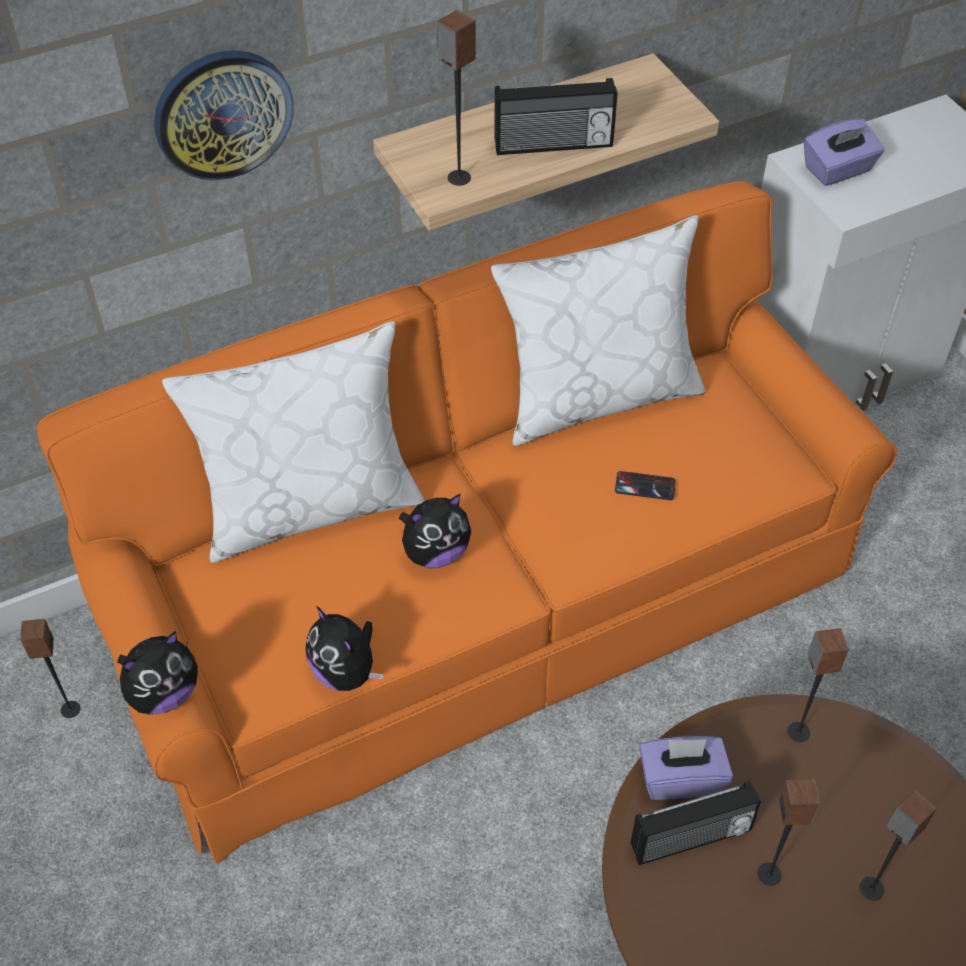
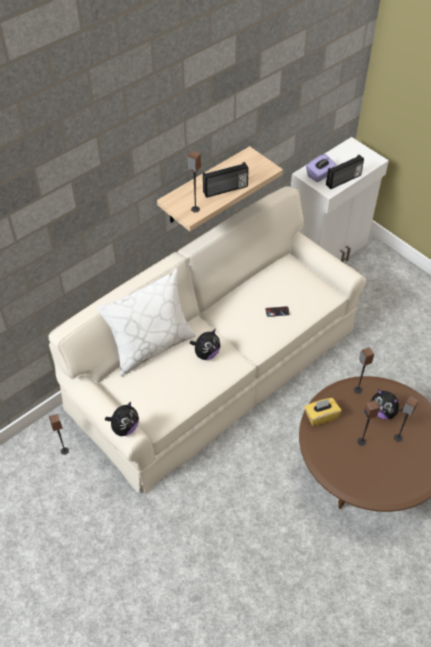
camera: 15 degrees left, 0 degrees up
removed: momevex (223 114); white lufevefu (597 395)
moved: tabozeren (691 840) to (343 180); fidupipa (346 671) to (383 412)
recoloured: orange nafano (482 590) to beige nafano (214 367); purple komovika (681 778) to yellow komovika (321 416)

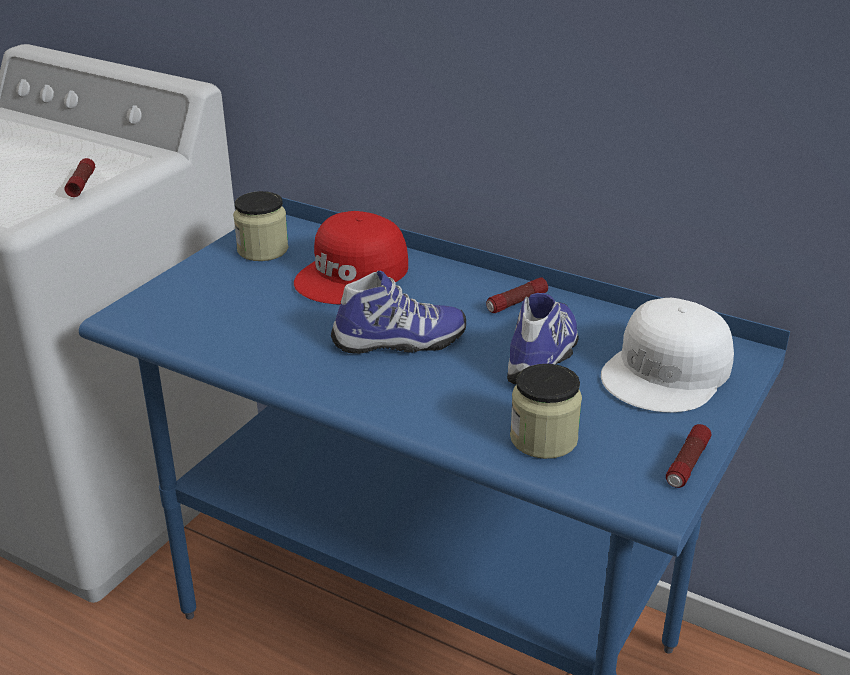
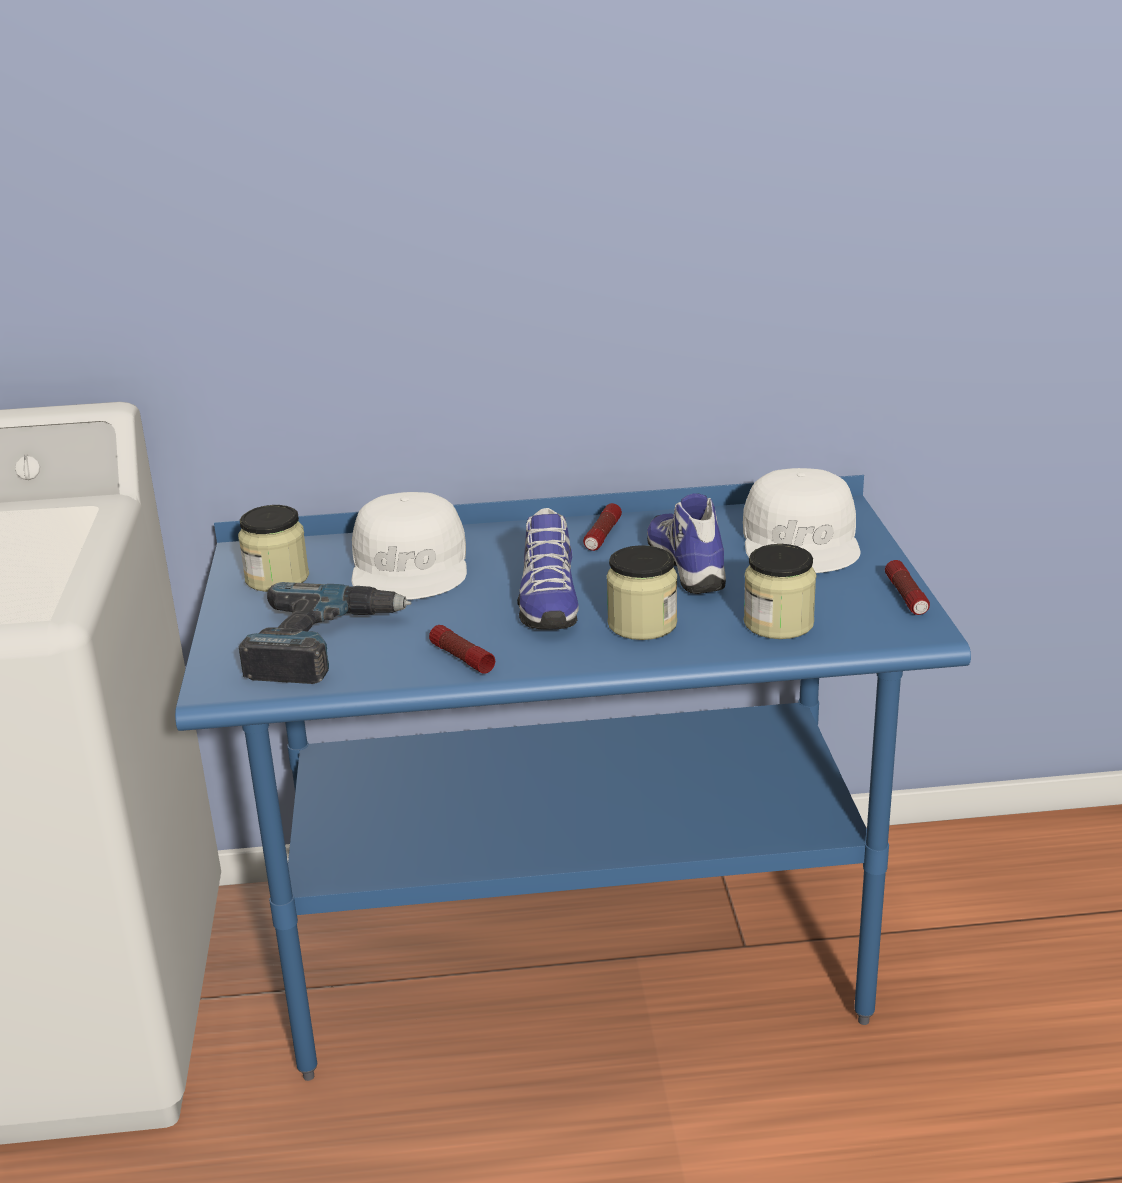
camera: 35 degrees left, 5 degrees down
added: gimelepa (322 644); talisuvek (642 624)
moved: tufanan (81 184) to (461 658)
recoloured: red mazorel (354 275) to white mazorel (412 566)
turned: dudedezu (399 343) = (547 603) 135 degrees clockwise

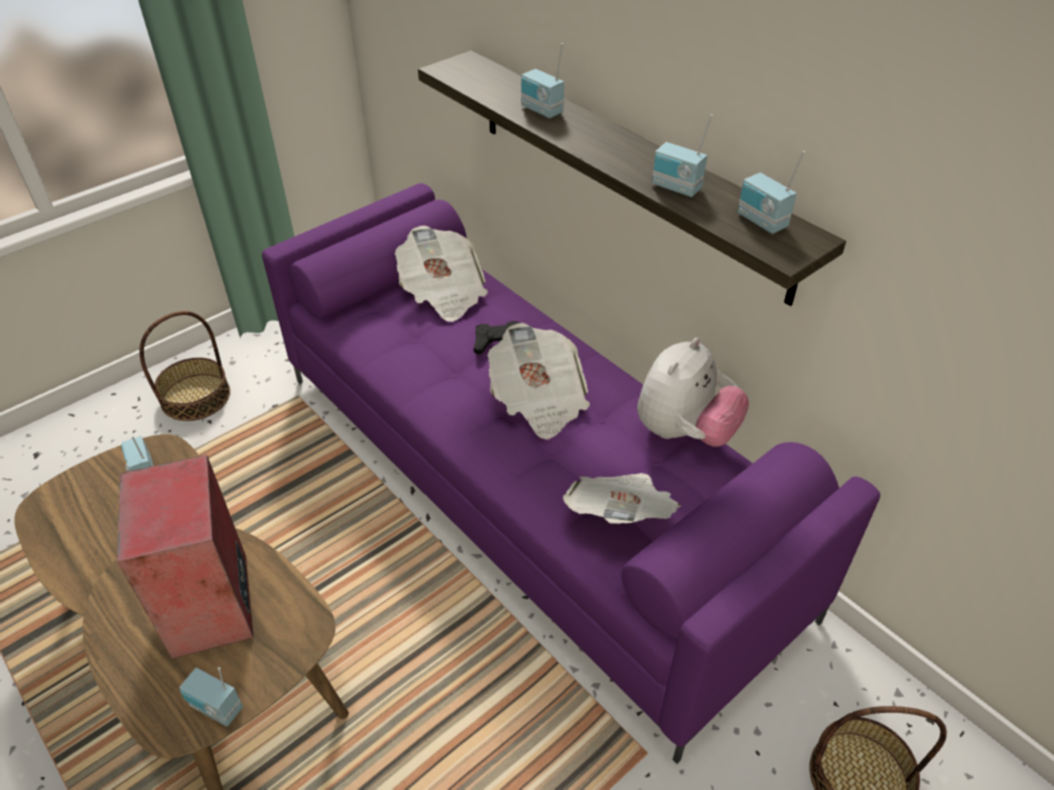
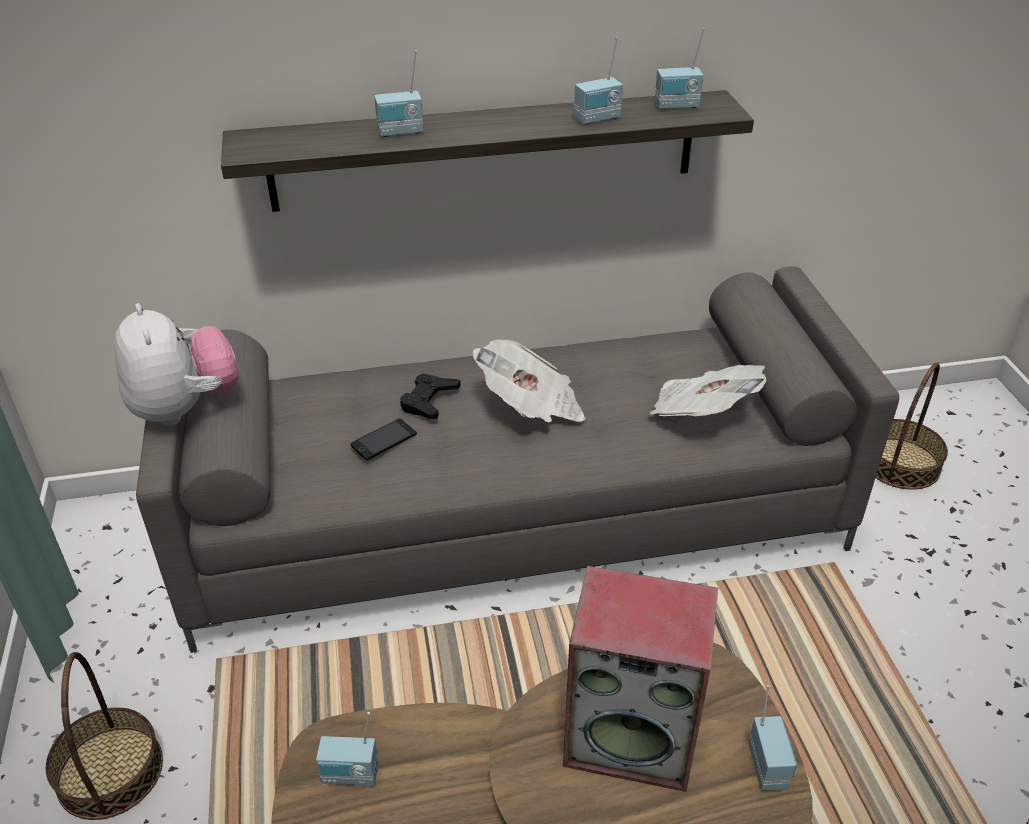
camera: 60 degrees left, 5 degrees down
removed: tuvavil (443 293)
added: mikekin (383 440)
moved: fidupipa (684 432) to (185 408)
recoloured: purple nafano (530 487) to grey nafano (516 518)
turned: tabozeren (215 709) = (769 766) 60 degrees counterclockwise

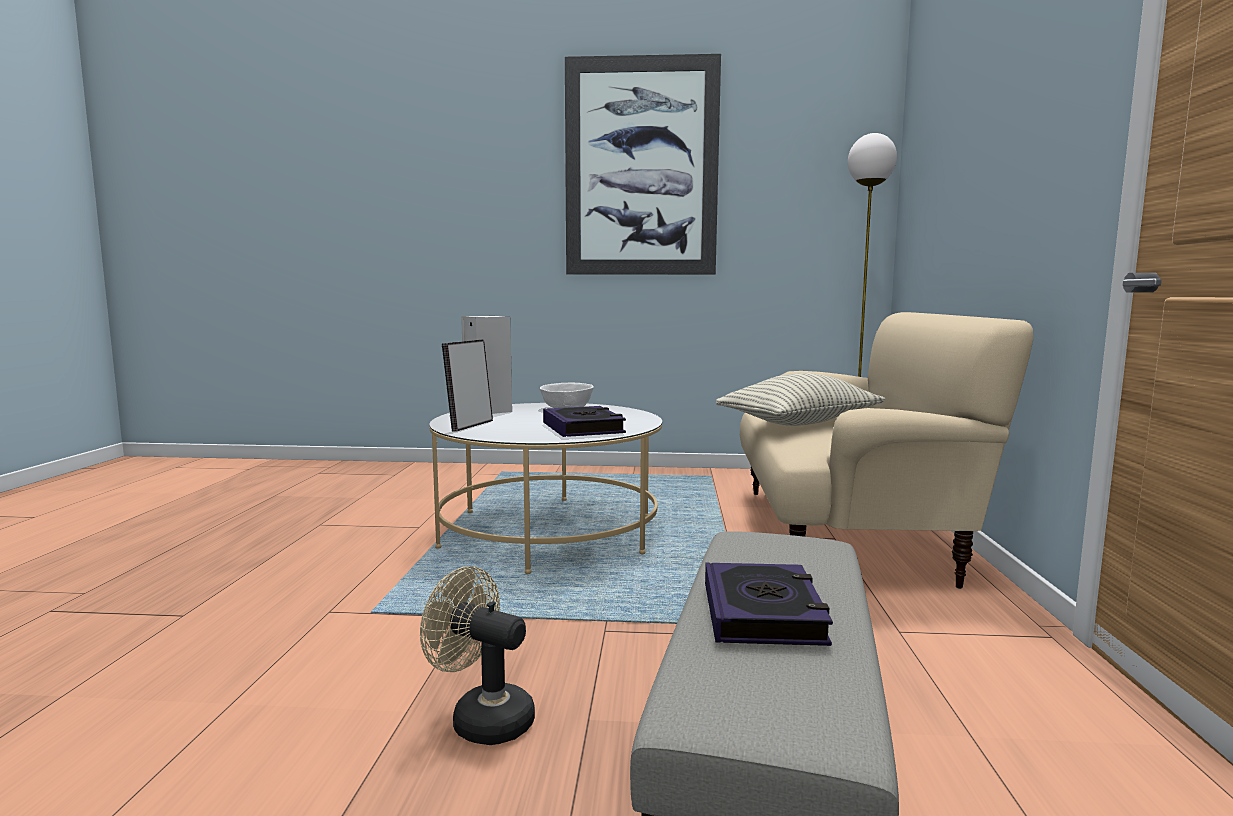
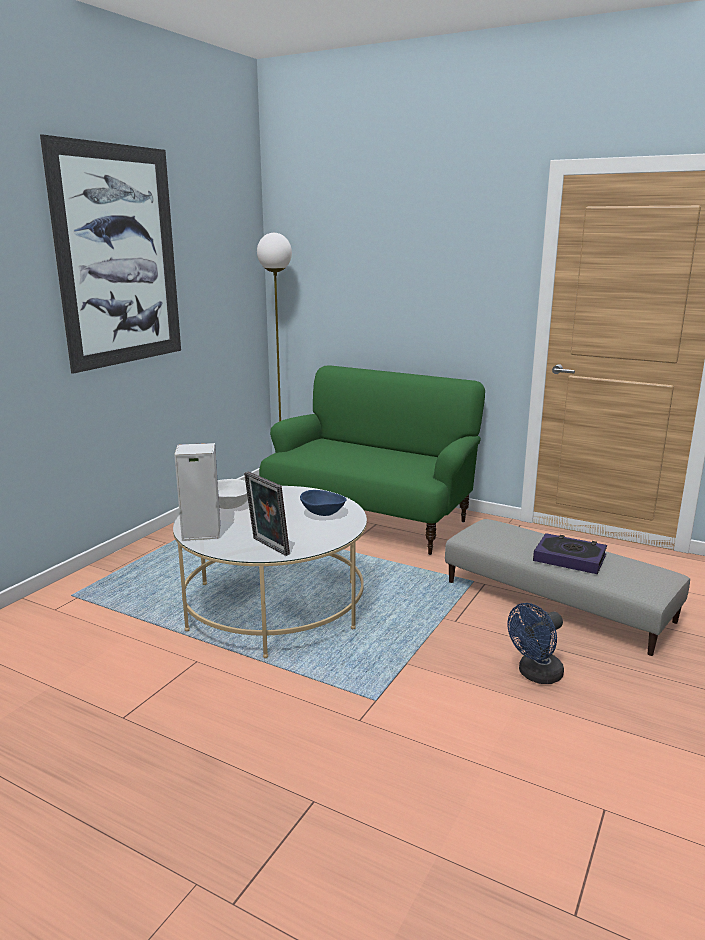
camera: 65 degrees left, 10 degrees up
removed: lufevefu (800 423)
replaced: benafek (583 428) to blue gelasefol (323 514)
recoloured: beige nafano (845 532) to green nafano (370 518); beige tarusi (482 718) to blue tarusi (535 675)

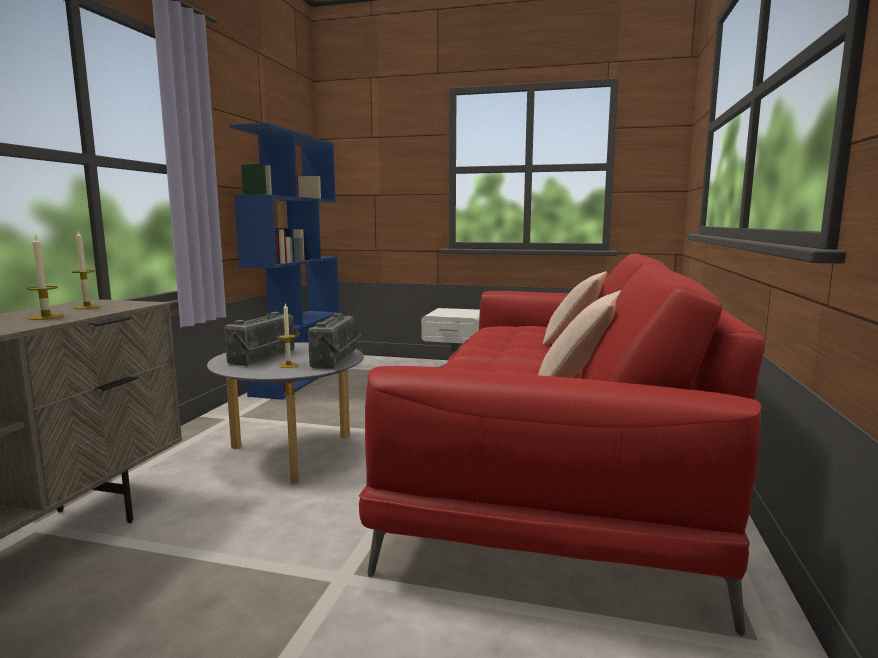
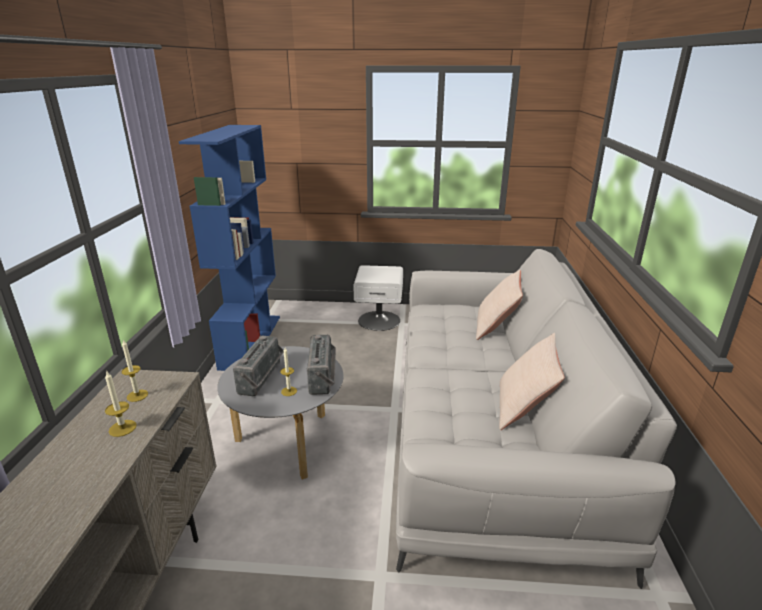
camera: 10 degrees left, 15 degrees up
recoloured: red nafano (556 464) to grey nafano (489 432)

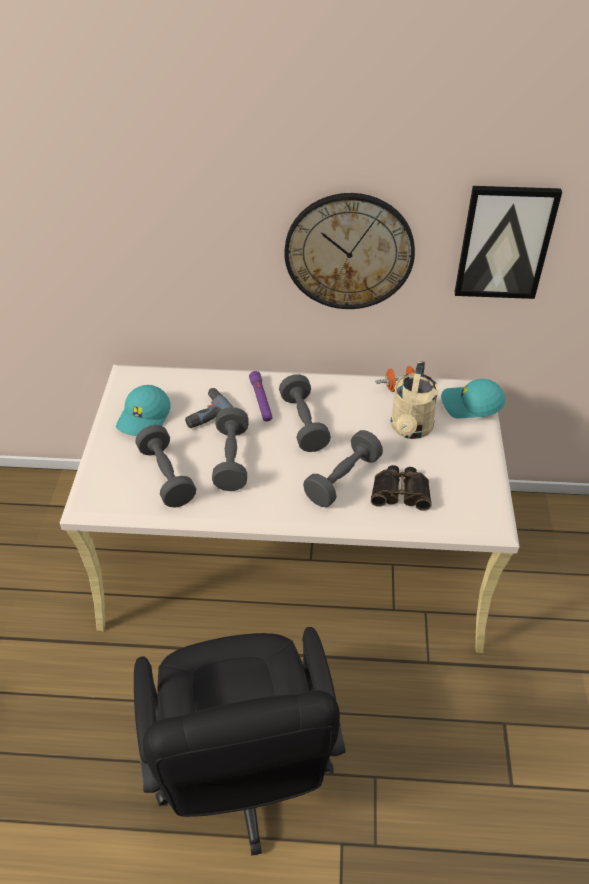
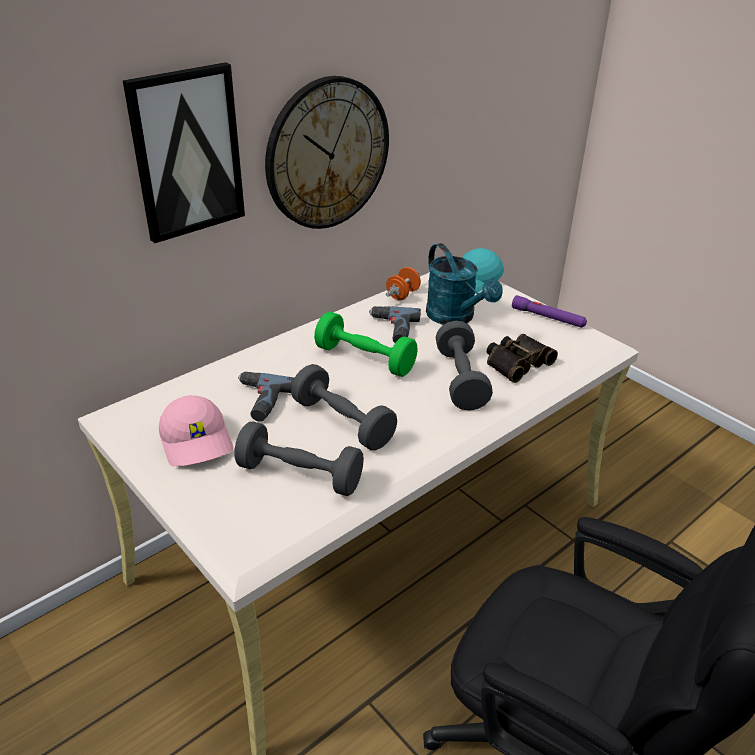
camera: 45 degrees left, 10 degrees down
added: gimelepa (392 330)
moved: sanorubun (504 242) to (187 153); purple tufanan (261 401) to (548 317)
recoloured: turquoise mazorel (145 418) to pink mazorel (197 441); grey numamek (303 423) to green numamek (365 359); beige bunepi (410 429) to turquoise bunepi (456 318)

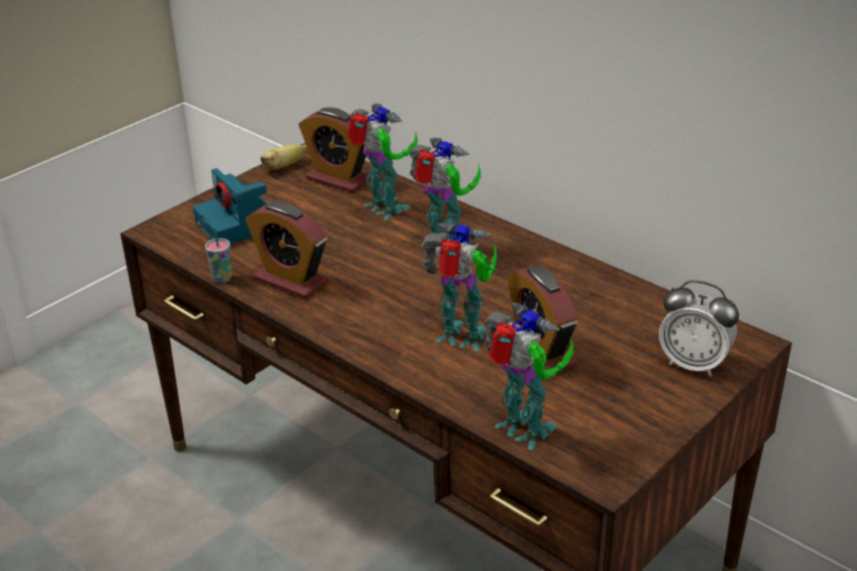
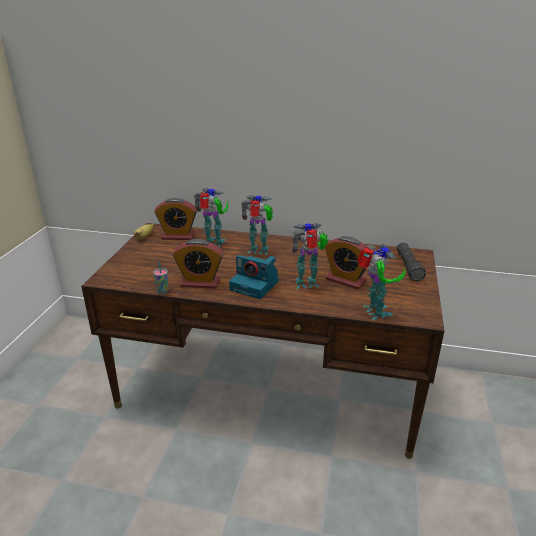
camera: 30 degrees left, 5 degrees down
moved: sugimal (238 225) to (255 285)
replaced: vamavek (693 364) to black tufanan (408 267)
turned: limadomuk (524 432) = (374 312) 60 degrees clockwise

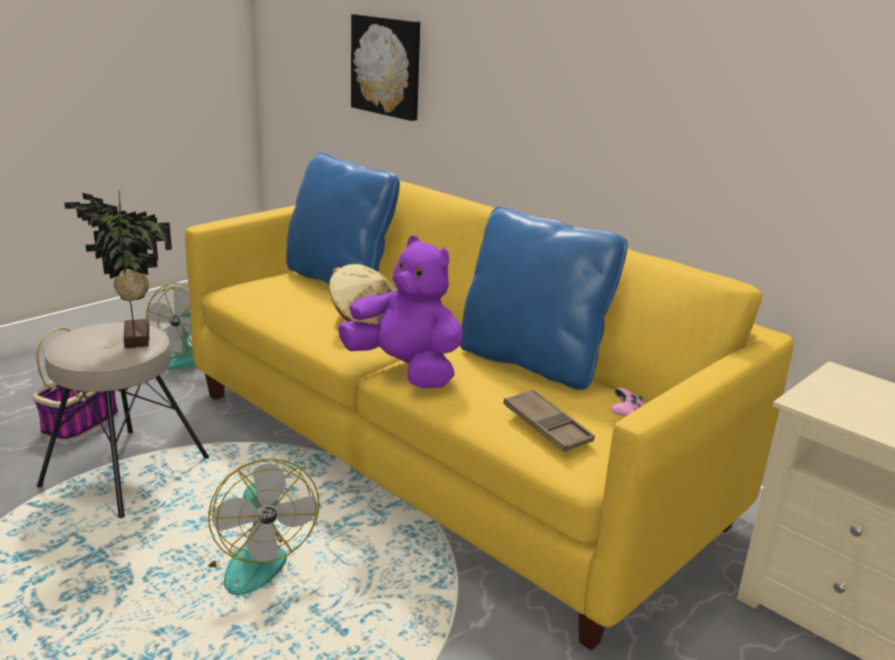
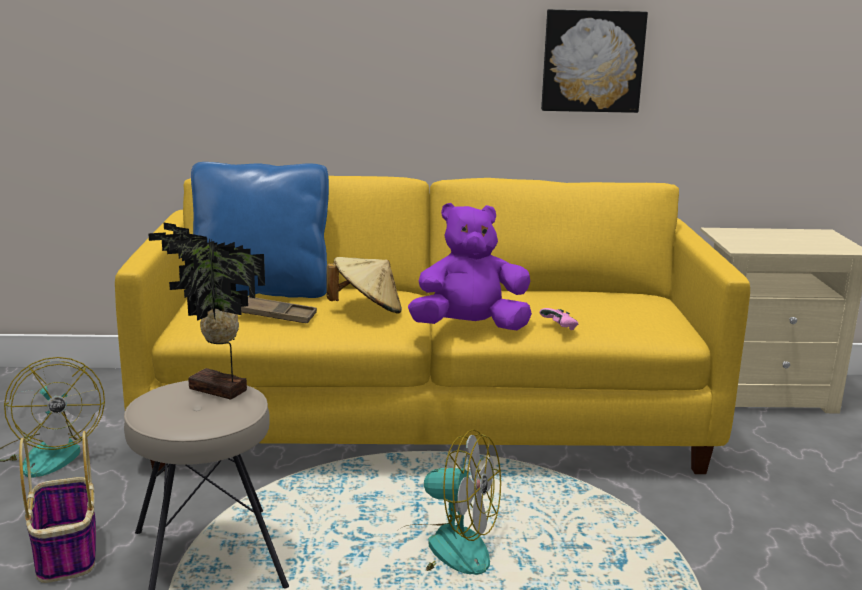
camera: 45 degrees left, 5 degrees down
removed: blue lufevefu (532 362)
moved: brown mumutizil (547 426) to (275 316); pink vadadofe (626 415) to (559 328); sanorubun (387 66) to (592 61)

